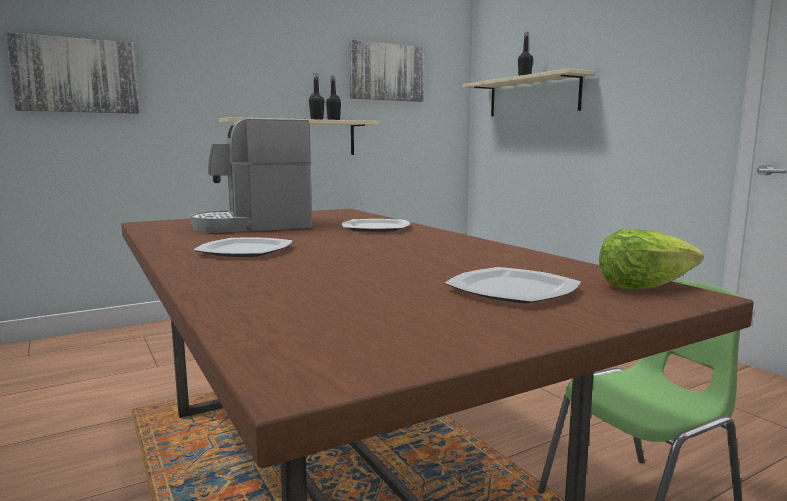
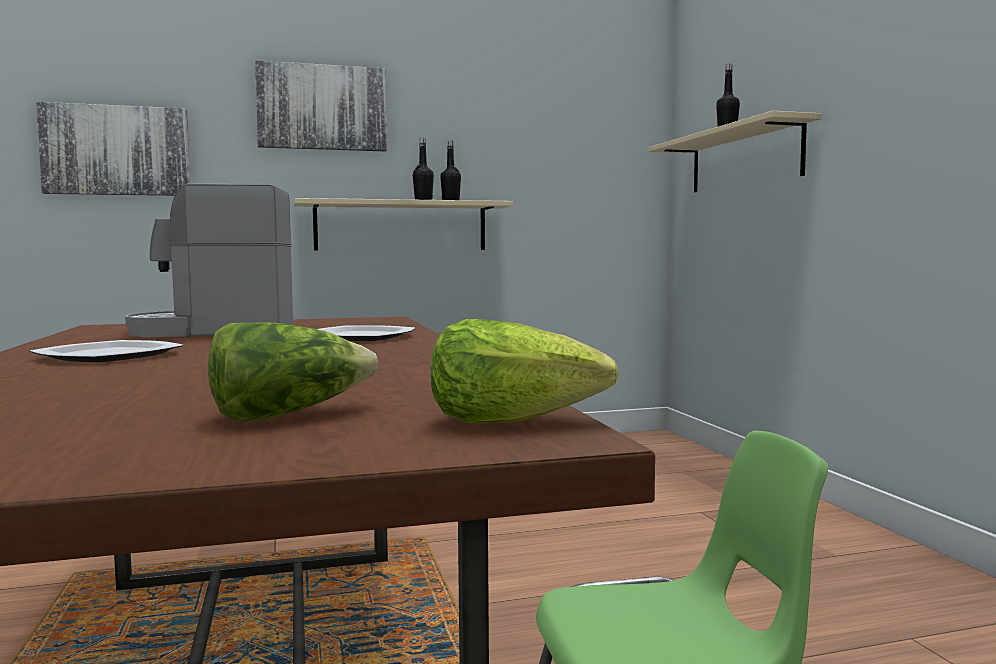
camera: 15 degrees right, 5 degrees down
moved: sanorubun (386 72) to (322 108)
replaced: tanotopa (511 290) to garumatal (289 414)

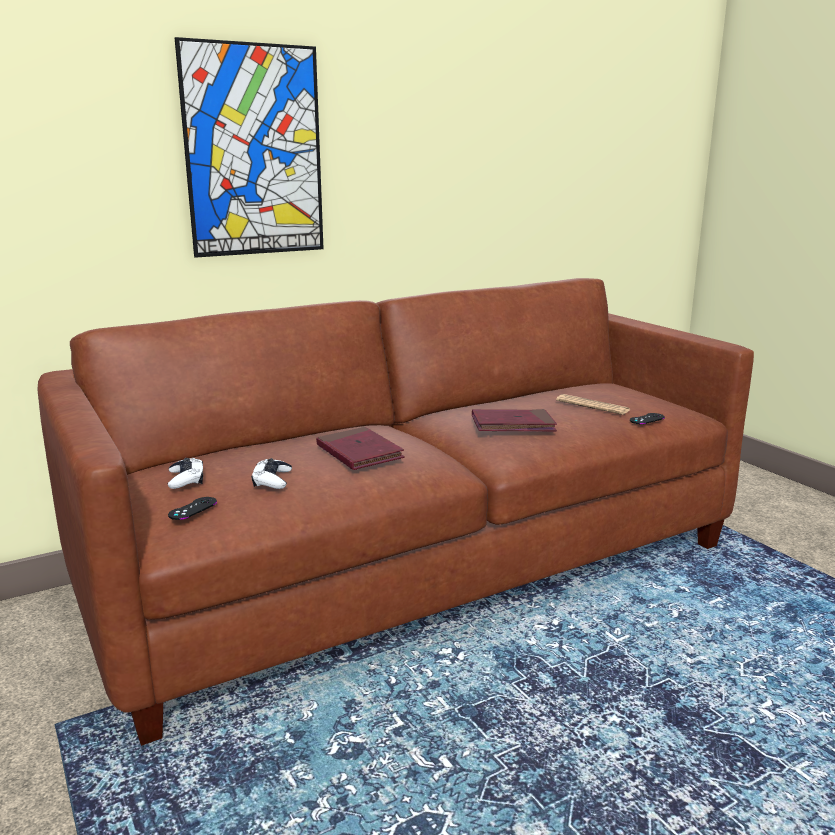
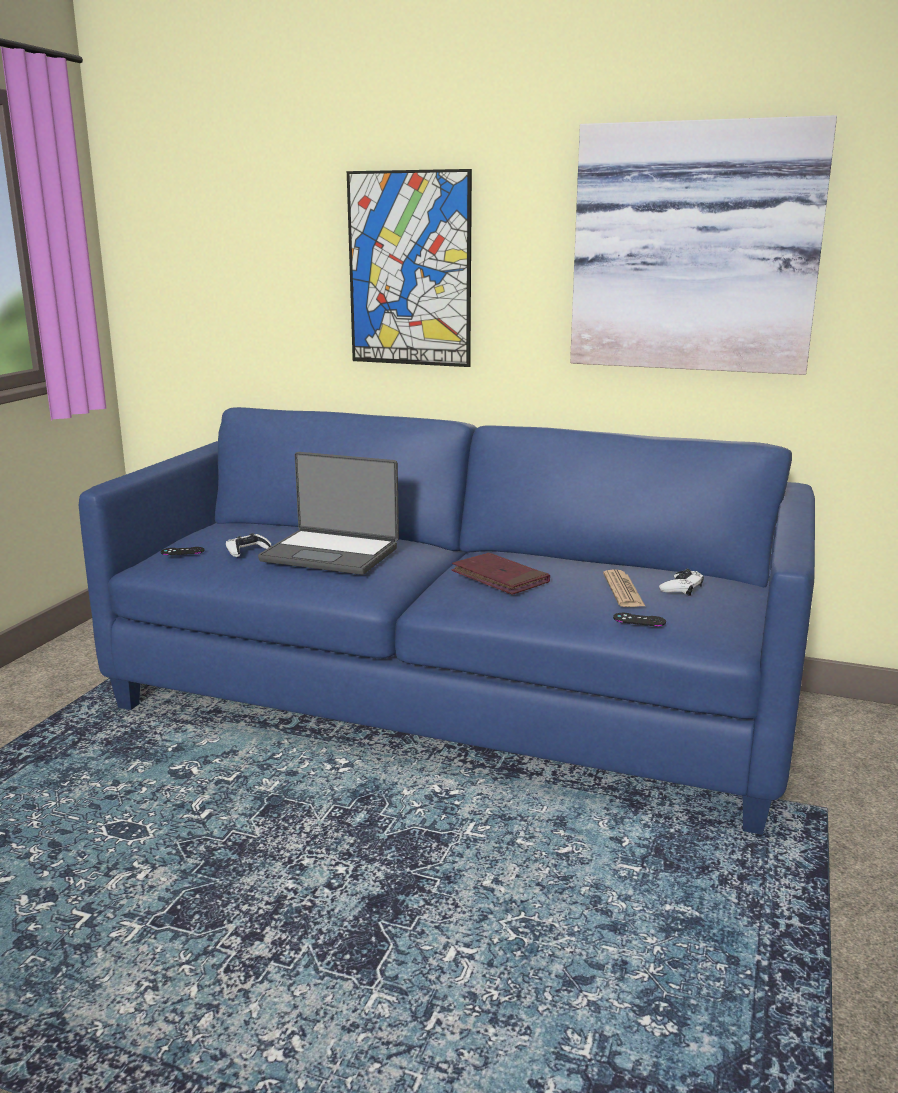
camera: 50 degrees right, 0 degrees up
added: sanorubun (695 248)
moved: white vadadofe (186 479) to (681 588)
replaced: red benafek (359 453) to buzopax (331 553)
recoloured: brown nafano (418 567) to blue nafano (451 702)

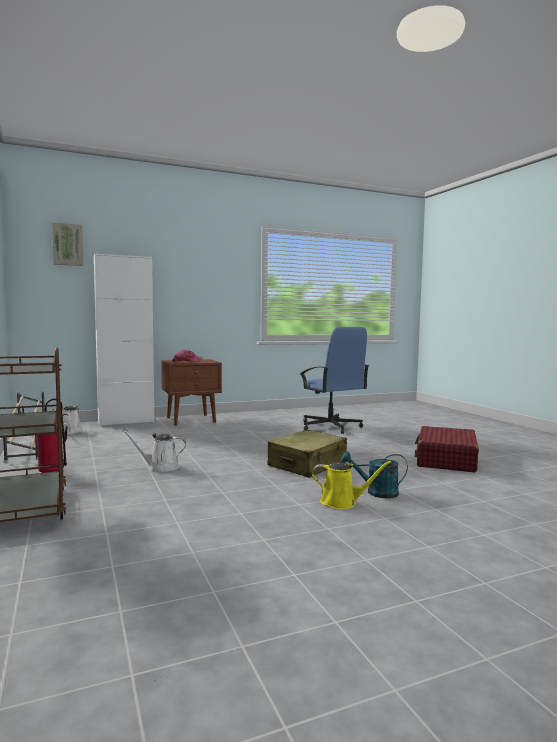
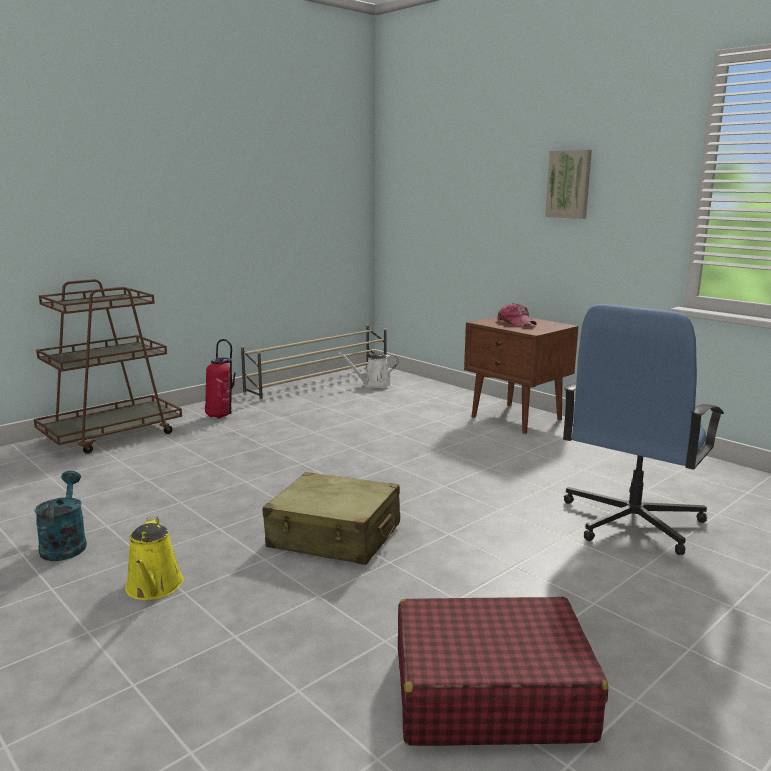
camera: 70 degrees right, 10 degrees up
removed: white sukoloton (126 421); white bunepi (160 467)
moved: turquoise bunepi (376 492) to (65 544); sanorubun (68 244) to (569 184)

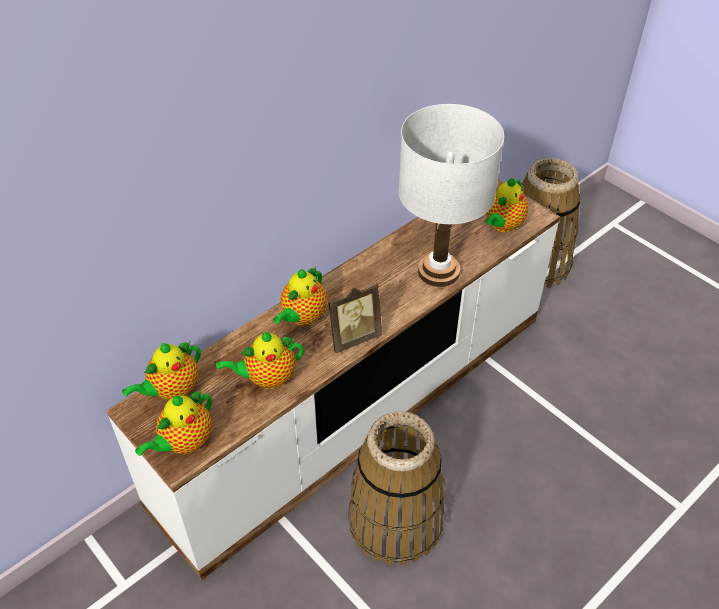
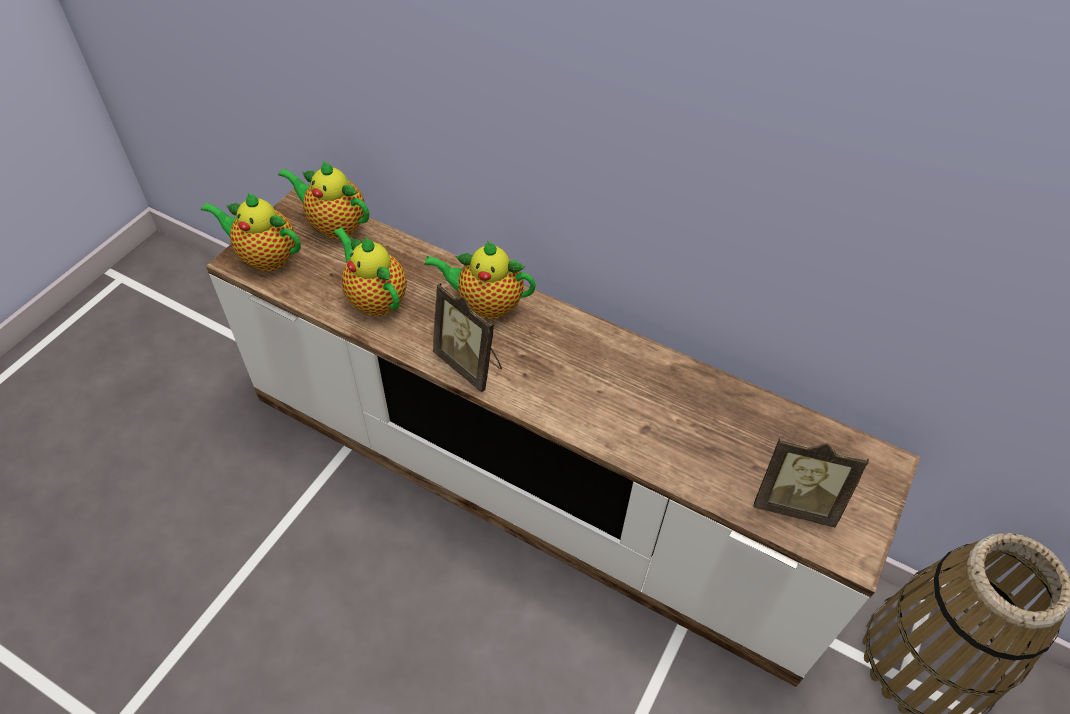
camera: 70 degrees right, 5 degrees up
removed: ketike (395 521); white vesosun (438 271)
replaced: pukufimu (502 226) to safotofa (794 502)

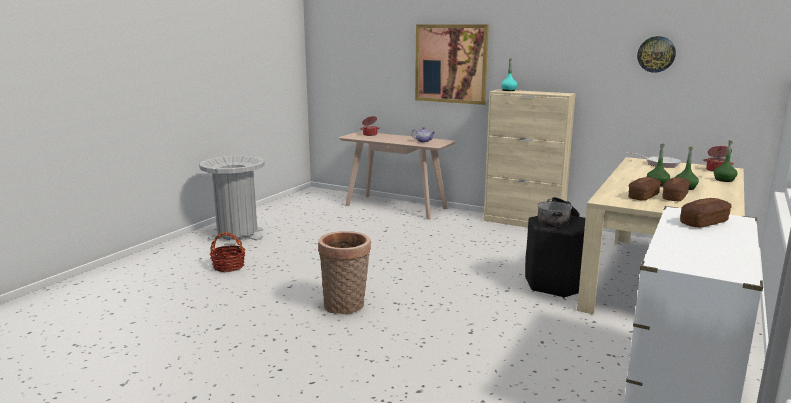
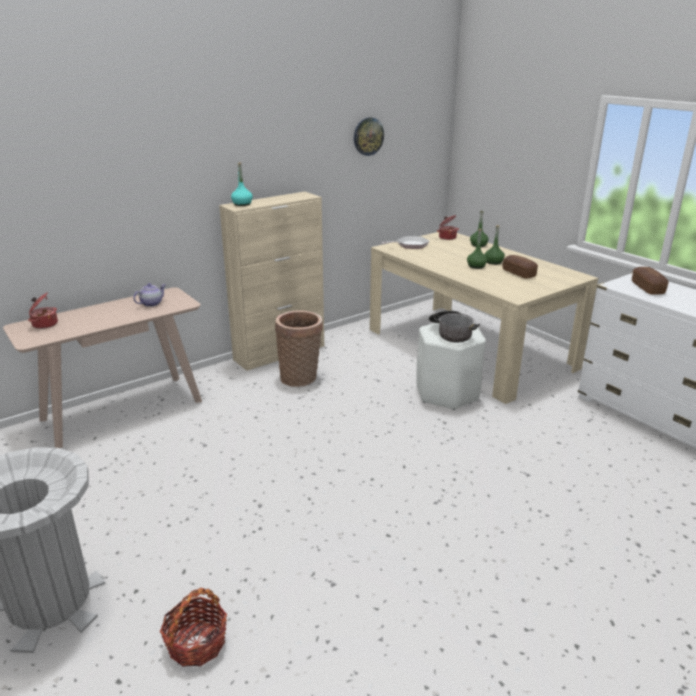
camera: 65 degrees left, 10 degrees up
removed: sanorubun (451 63); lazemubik (643 196)
moved: ketike (346 306) to (300 377)
recoloured: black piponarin (555 284) to white piponarin (446 393)

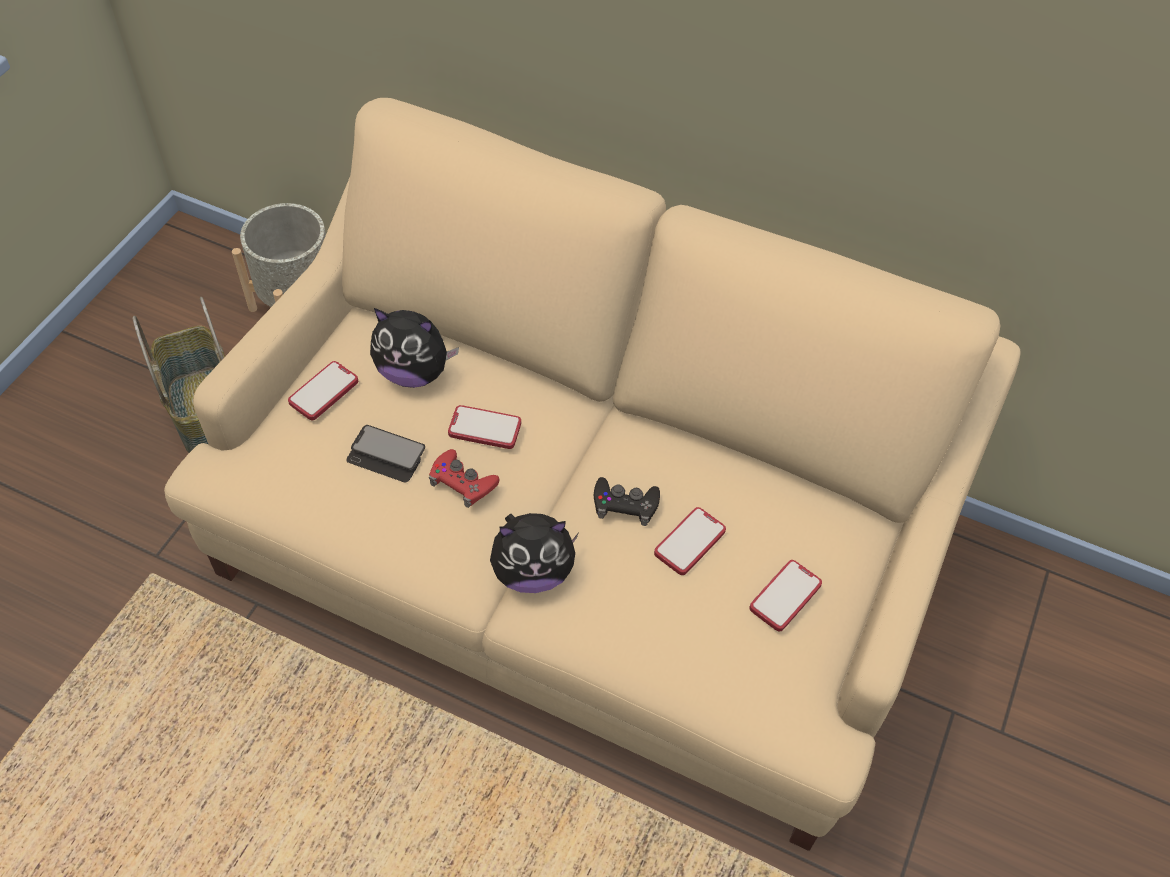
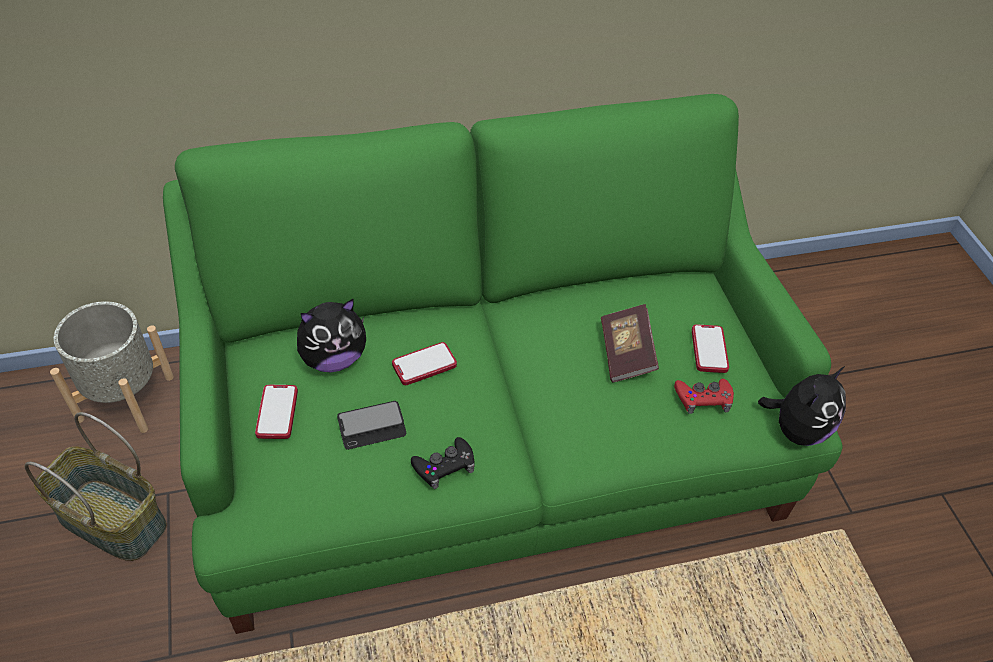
camera: 40 degrees left, 5 degrees down
moved: black vadadofe (625 504) to (444 466); red vadadofe (462 482) to (703 398); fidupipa (532 571) to (796 429)
replaced: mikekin (689 542) to benafek (626 353)
recoloured: beige nafano (580 547) to green nafano (488 432)

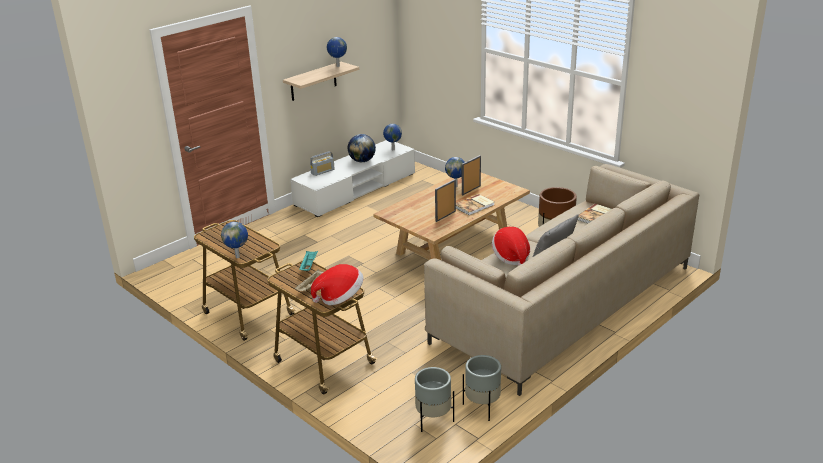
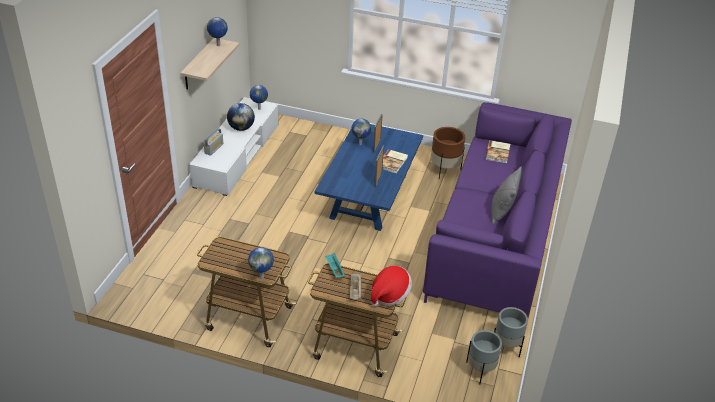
camera: 30 degrees left, 10 degrees up
removed: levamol (511 257)
recoloured: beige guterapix (453 244) to blue guterapix (369 196); beige nafano (564 304) to purple nafano (496 233)

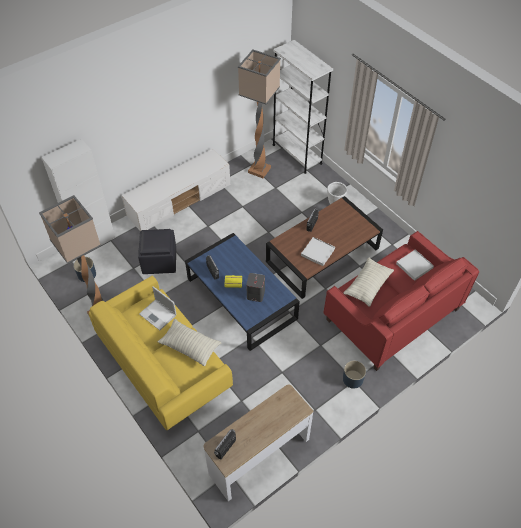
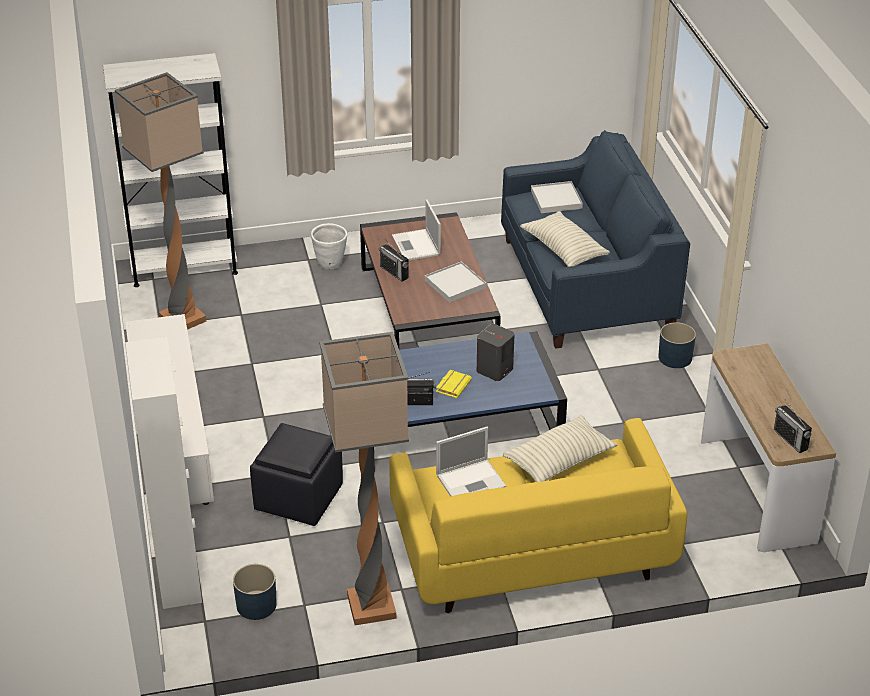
camera: 65 degrees left, 15 degrees down
added: buzopax (416 246)
recoloured: red nafano (392 314) to blue nafano (586 284)

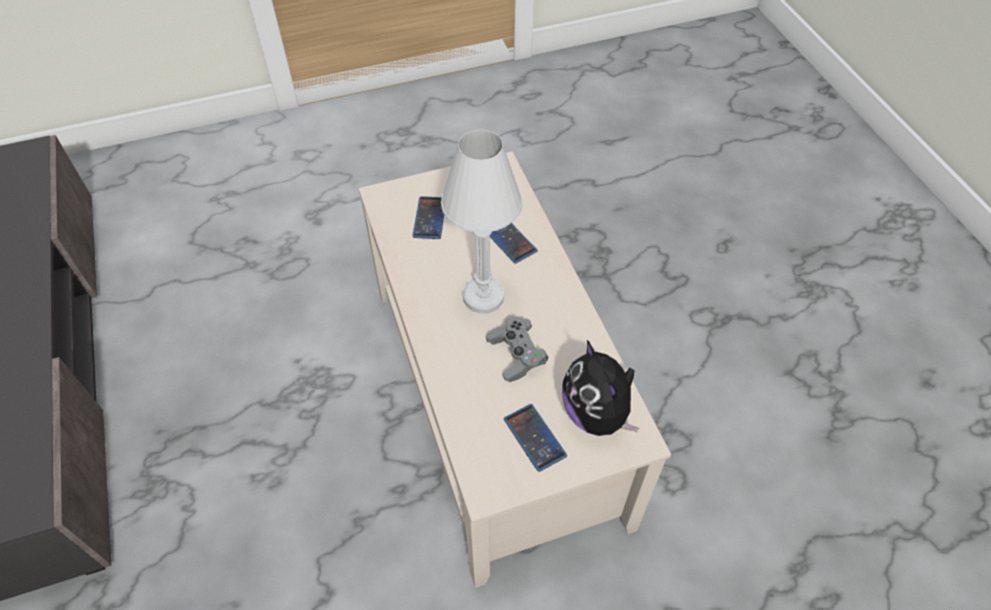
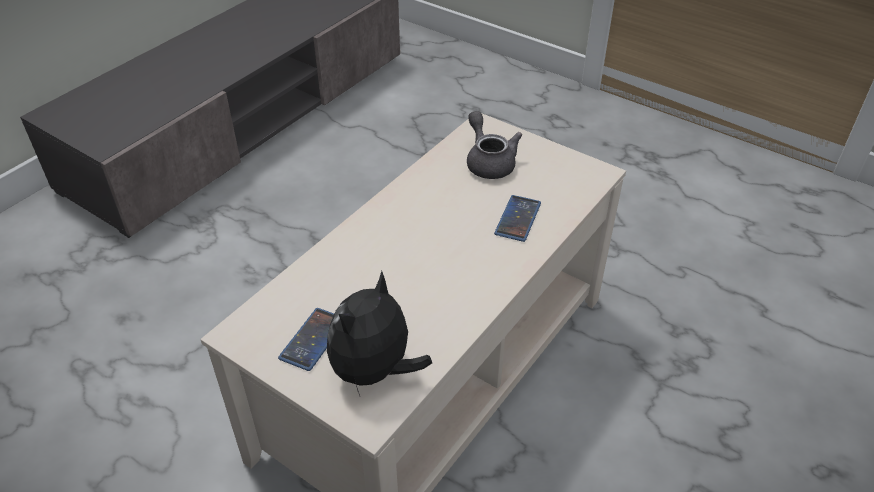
camera: 55 degrees right, 10 degrees down
removed: white vesosun (483 296); grey vadadofe (516 355)
replaced: mikekin (429 218) to grey pukufimu (489 162)

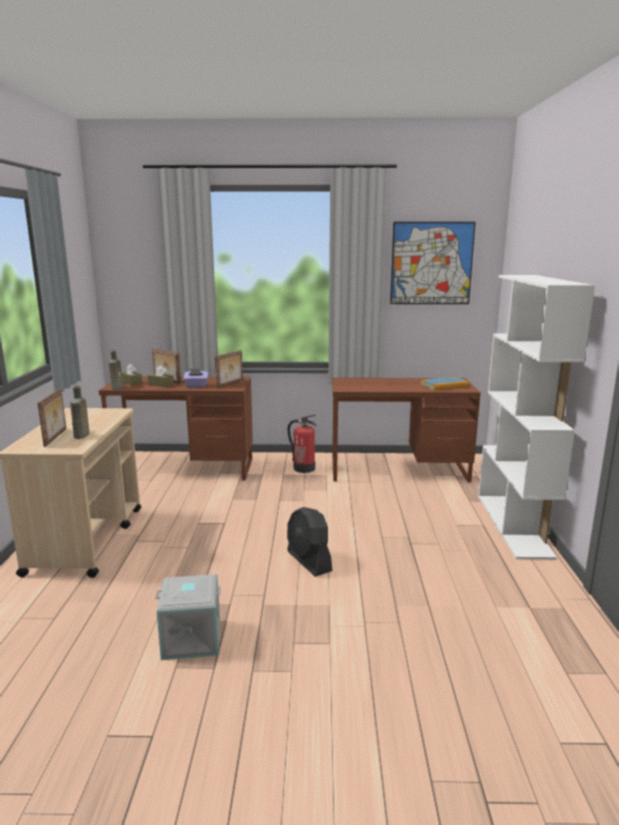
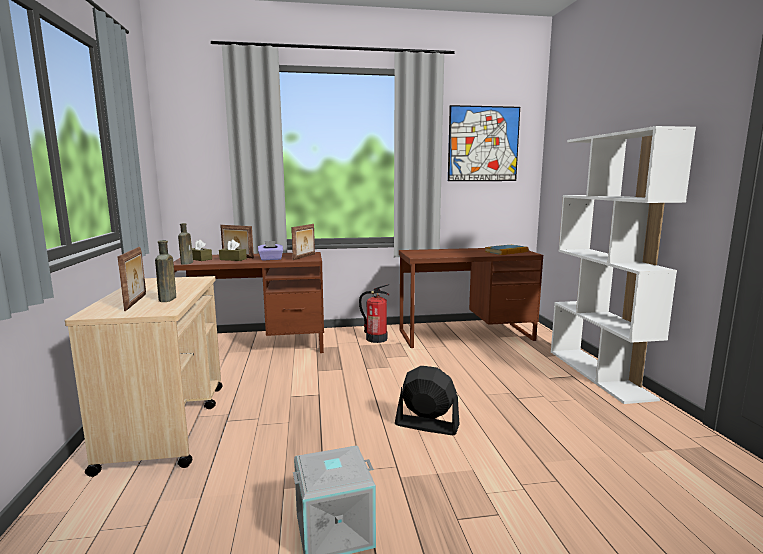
camera: 10 degrees left, 5 degrees down
turned: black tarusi (309 561) = (426 425) 150 degrees clockwise

